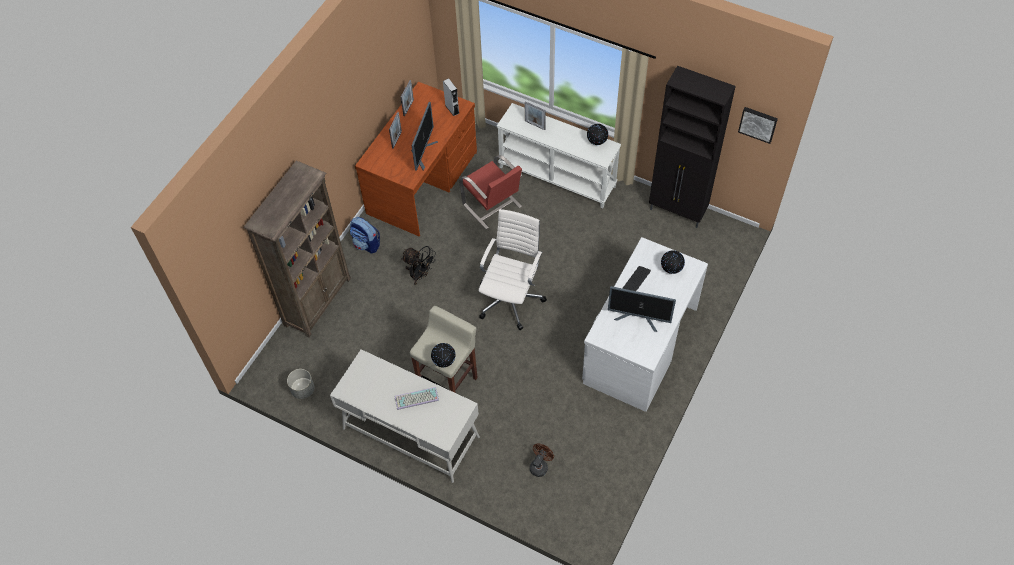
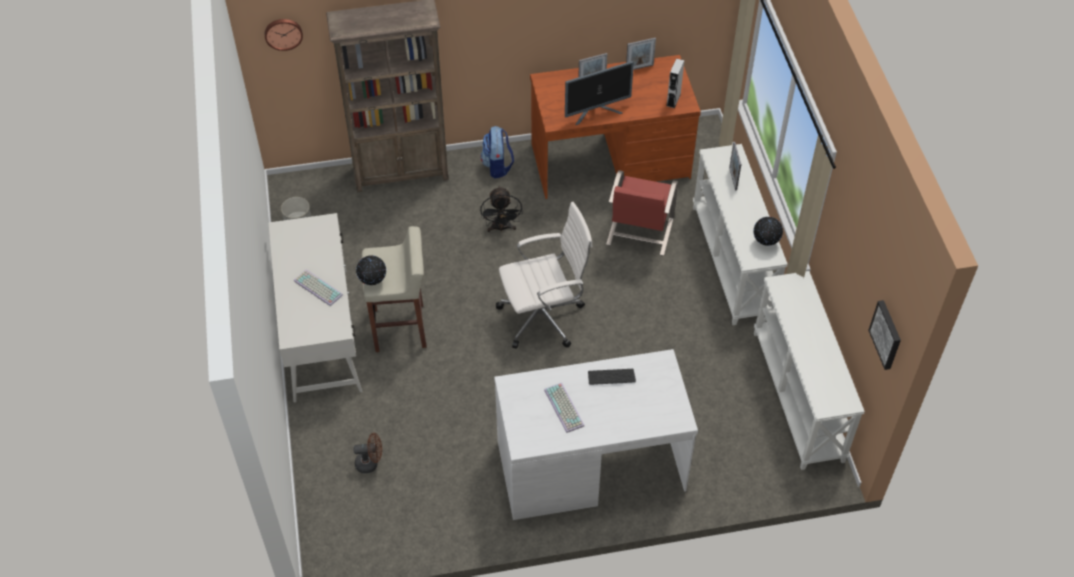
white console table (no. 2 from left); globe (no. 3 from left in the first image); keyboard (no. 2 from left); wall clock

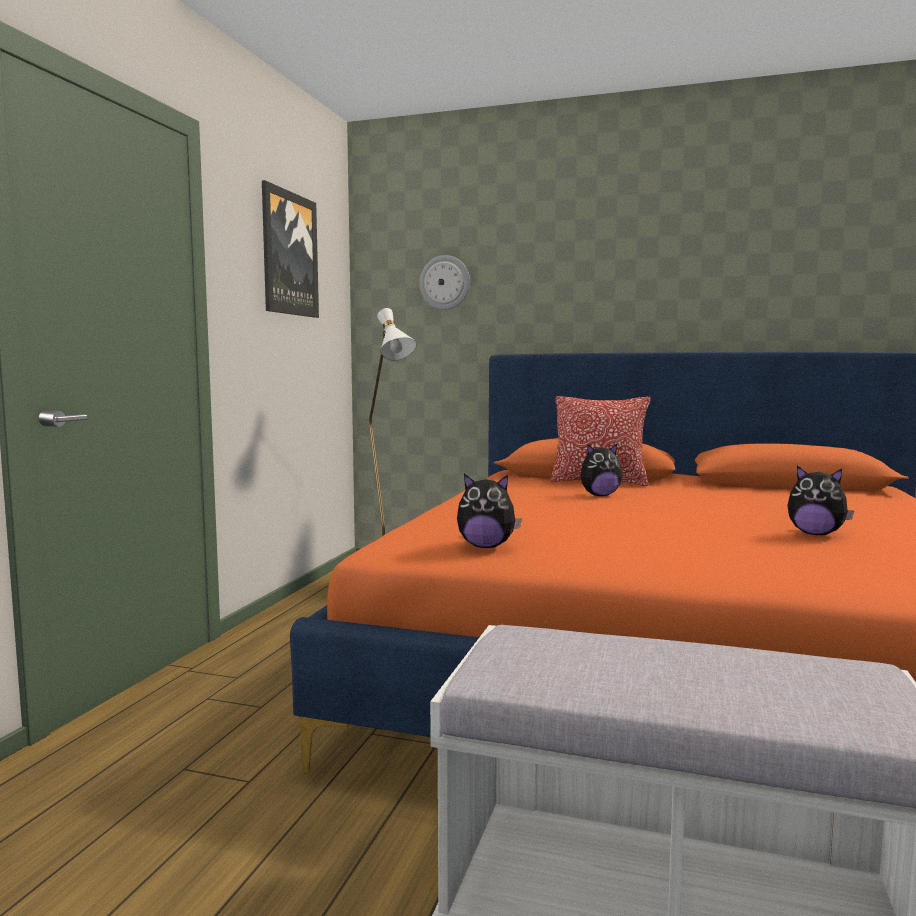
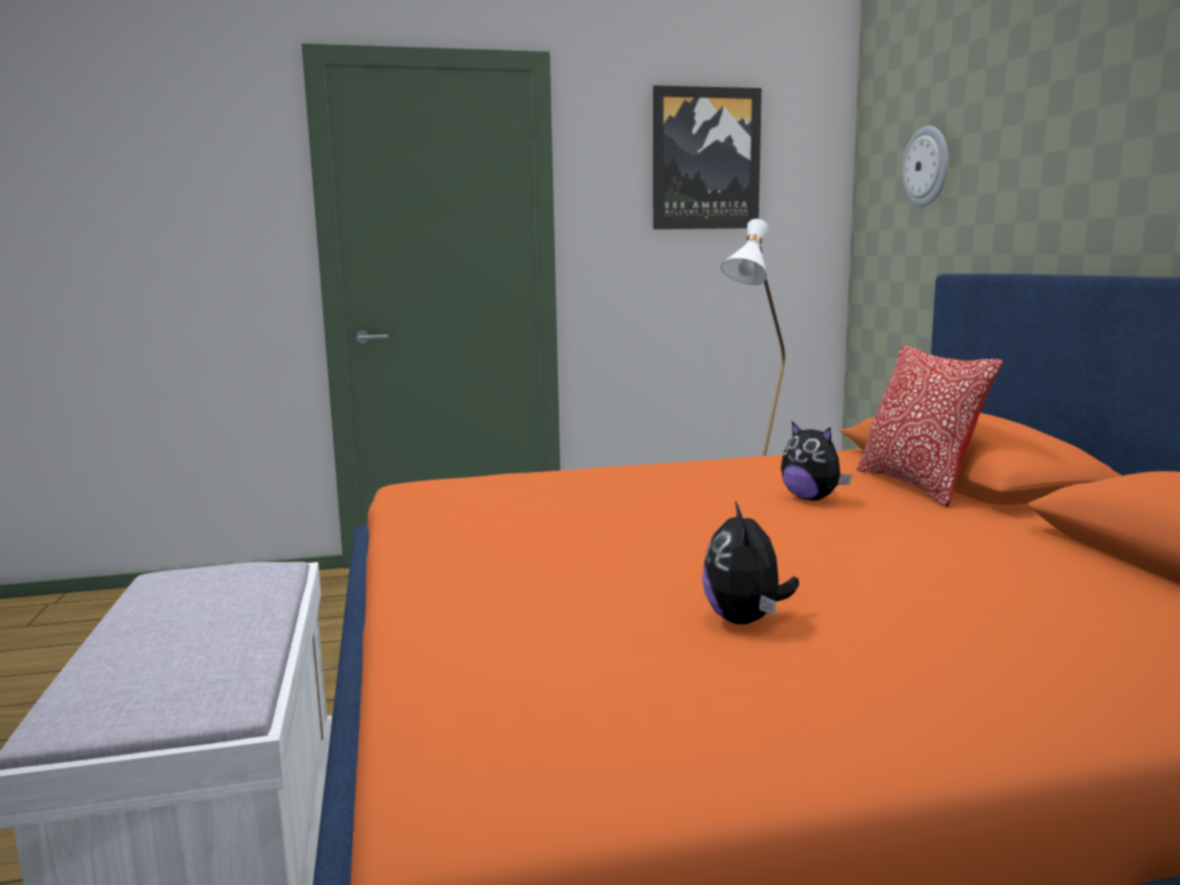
plush toy (no. 1 from left in the first image)

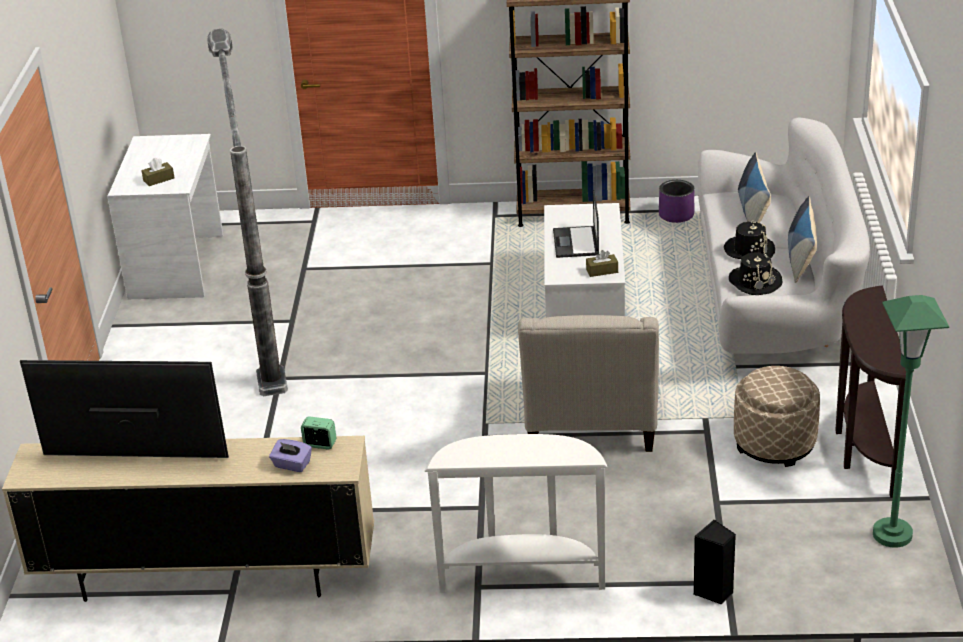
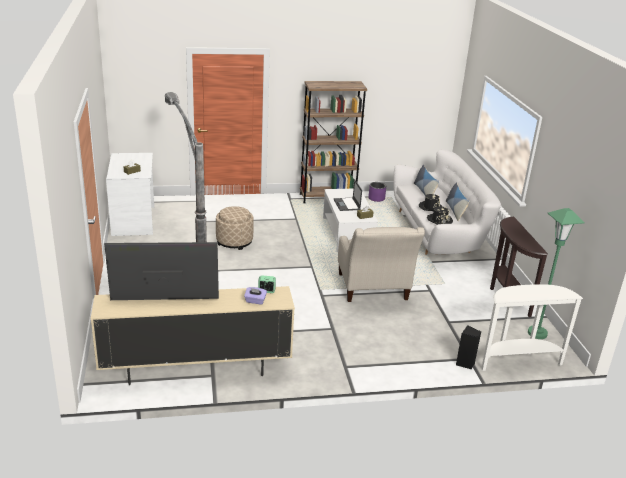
beige ottoman; white console table

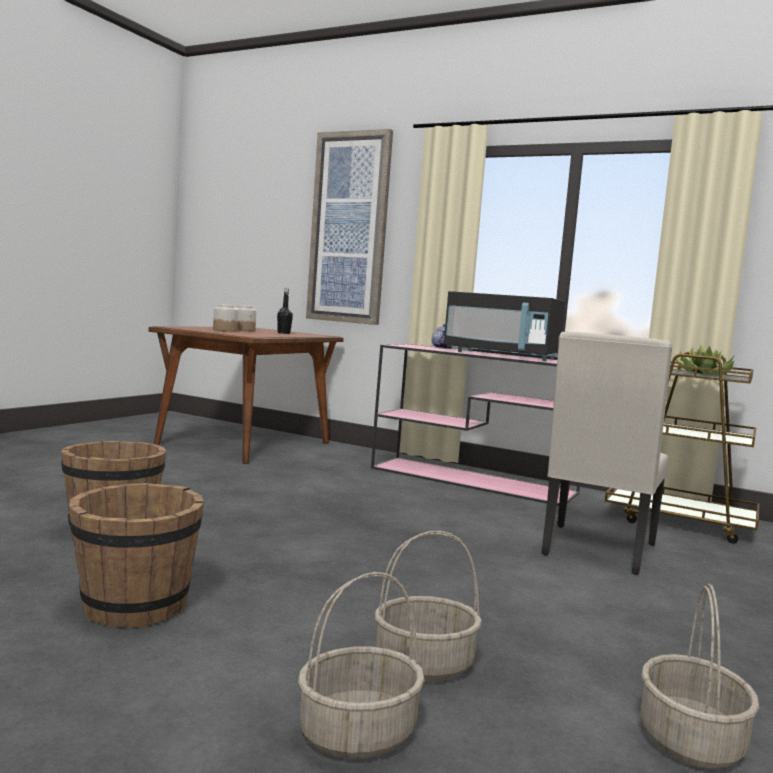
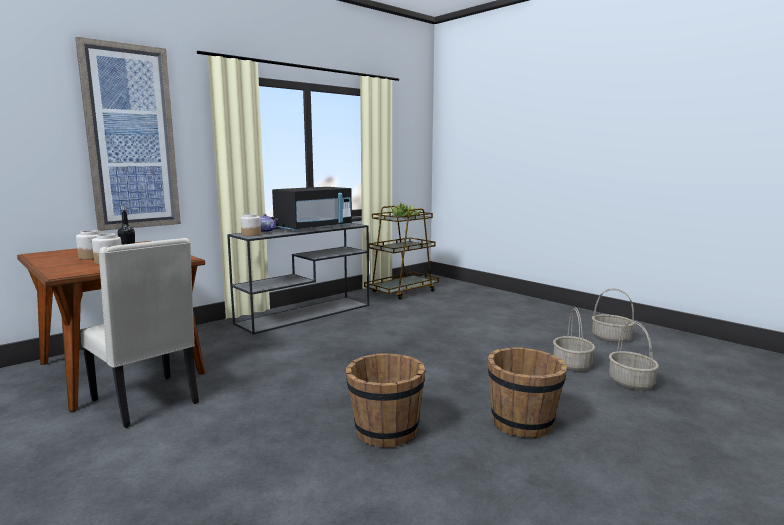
beige chair; grey console table; jar (no. 3 from left)

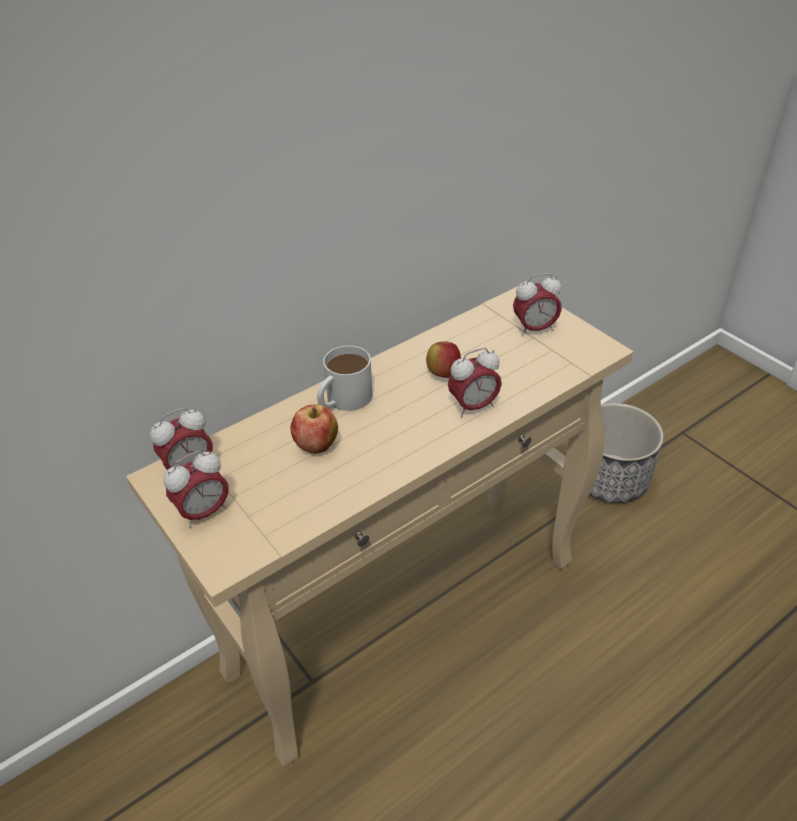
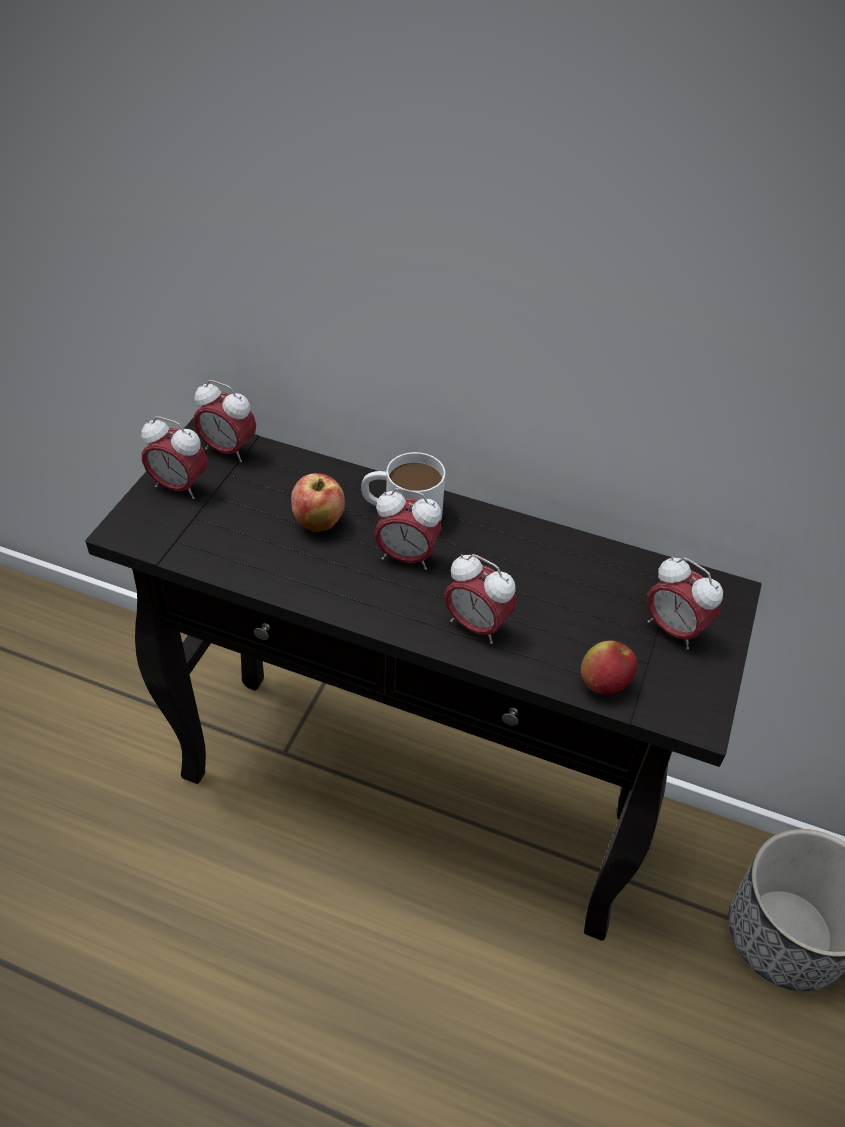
black console table; apple (no. 2 from left); alarm clock (no. 3 from left)

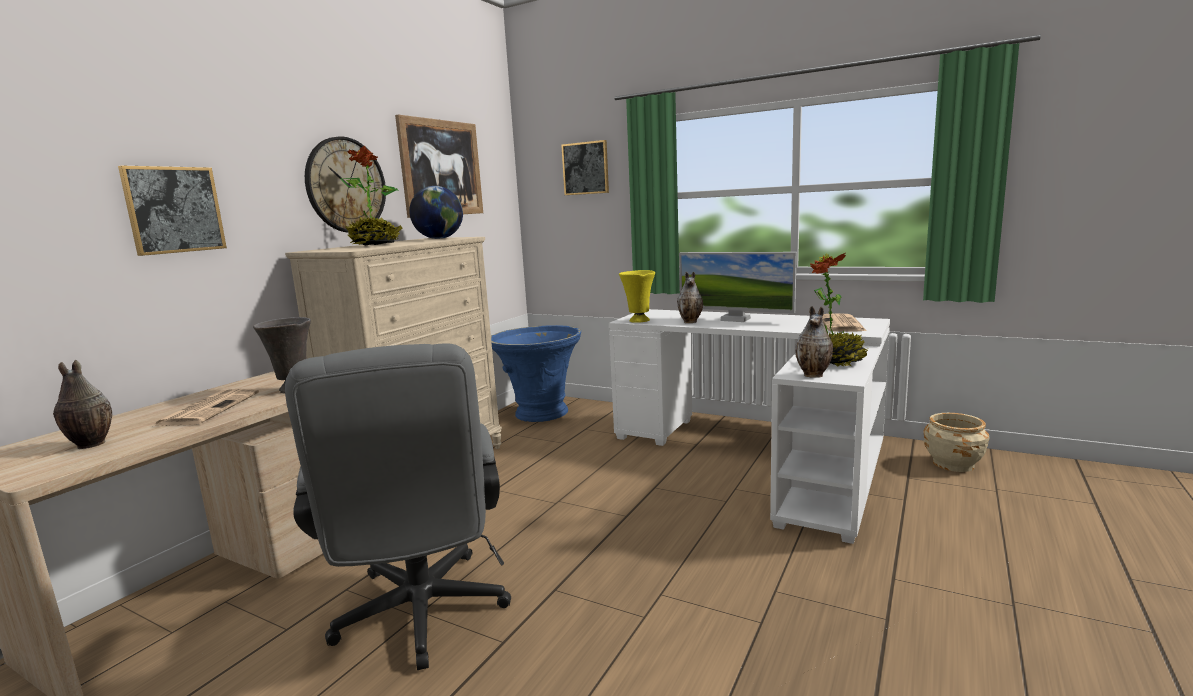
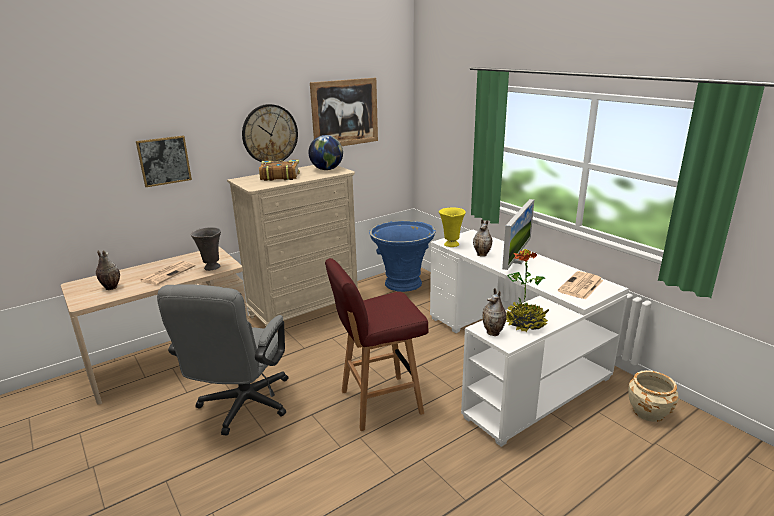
picture (no. 3 from left in the first image); book; monitor; red stool

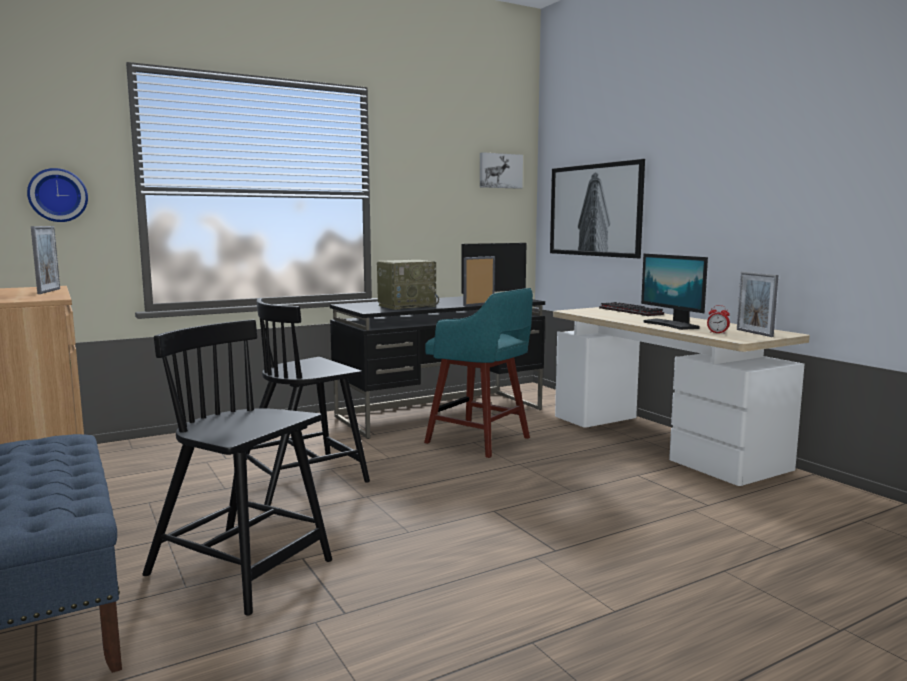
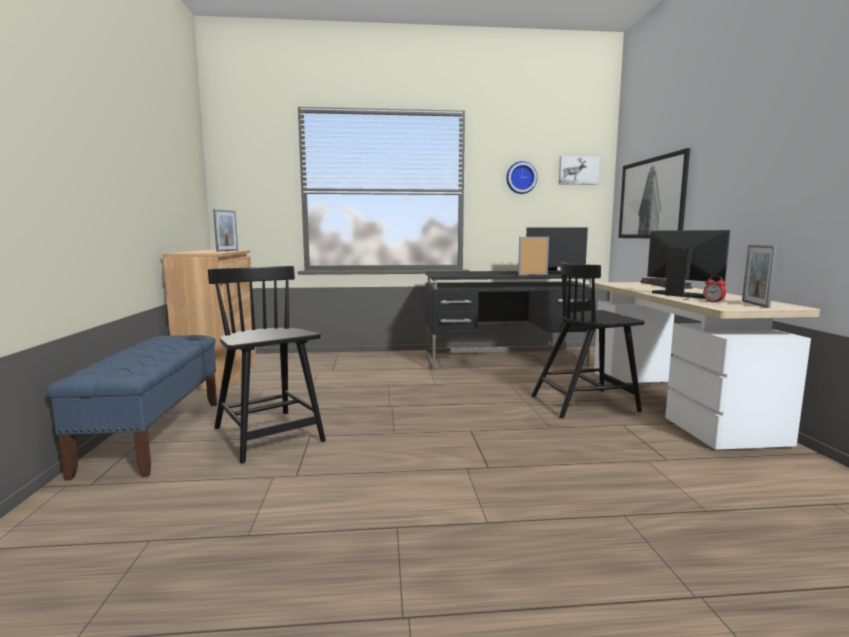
wall clock; monitor (no. 2 from left); radio; turquoise stool; black chair (no. 2 from left)

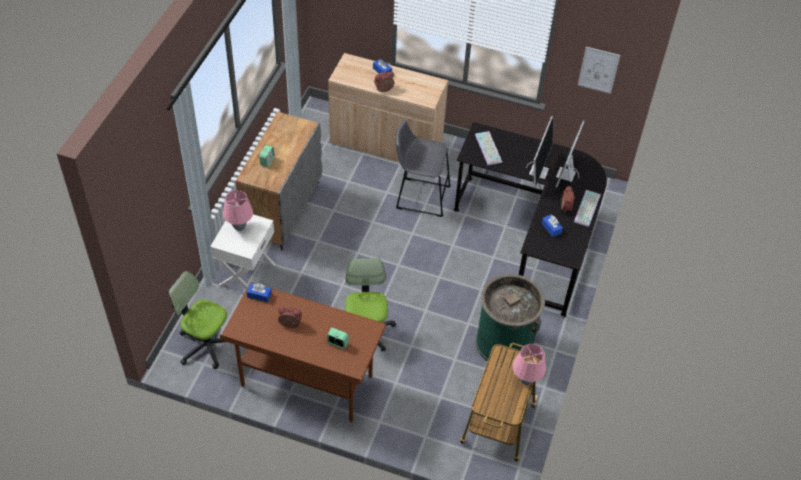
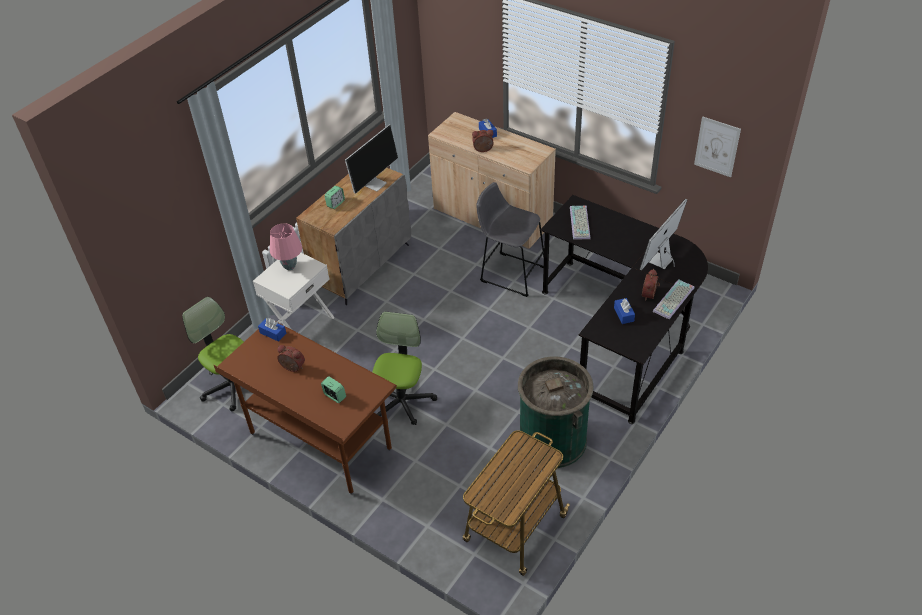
monitor (no. 1 from left); pink table lamp (no. 2 from left in the first image)

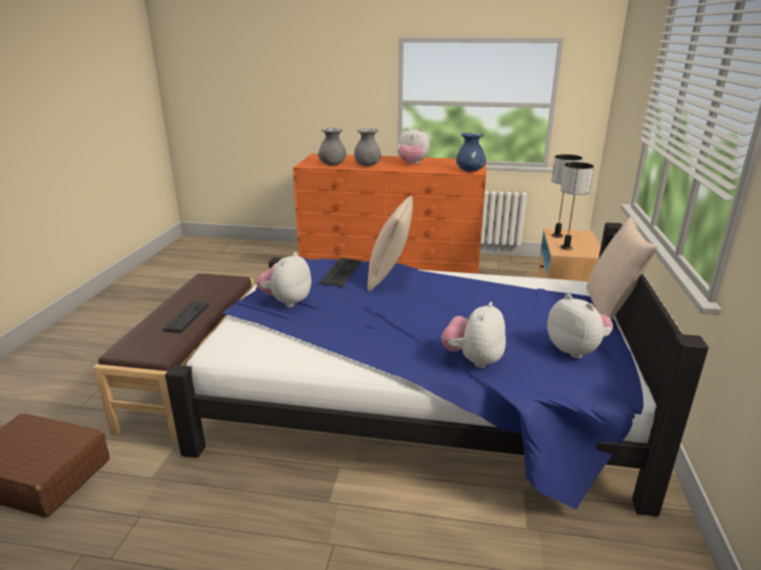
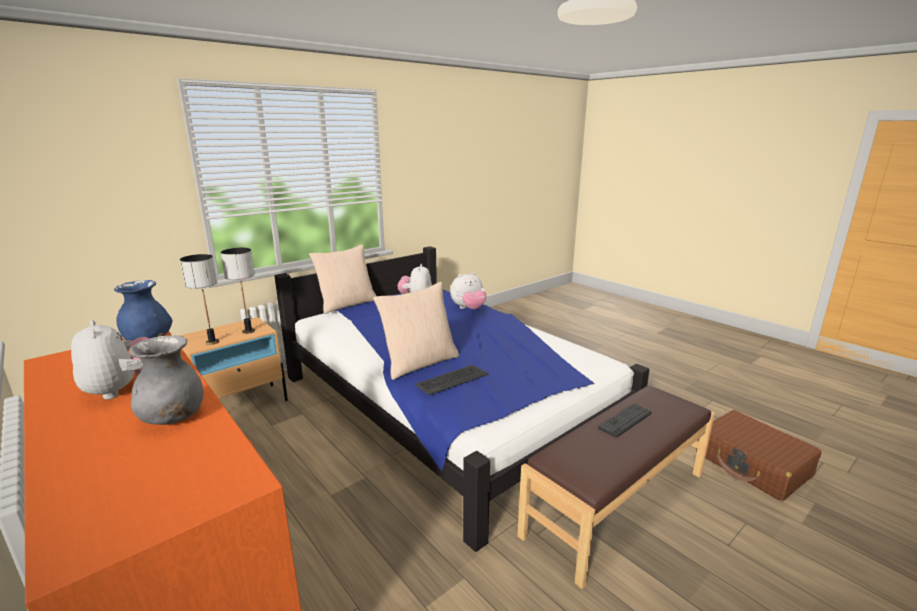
grey vase (no. 1 from left in the first image); plush toy (no. 1 from left in the first image)

